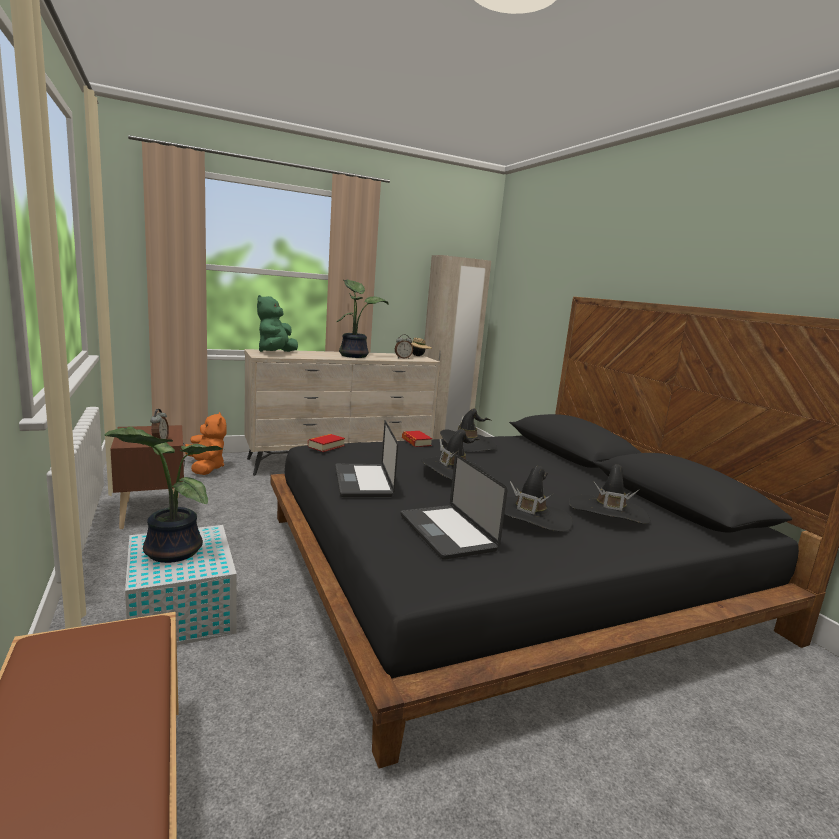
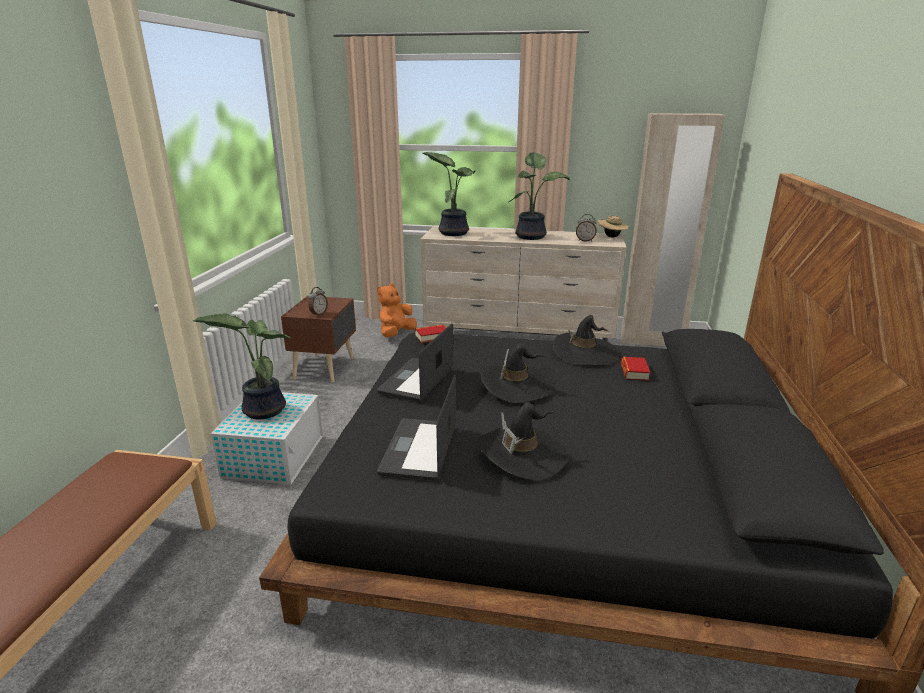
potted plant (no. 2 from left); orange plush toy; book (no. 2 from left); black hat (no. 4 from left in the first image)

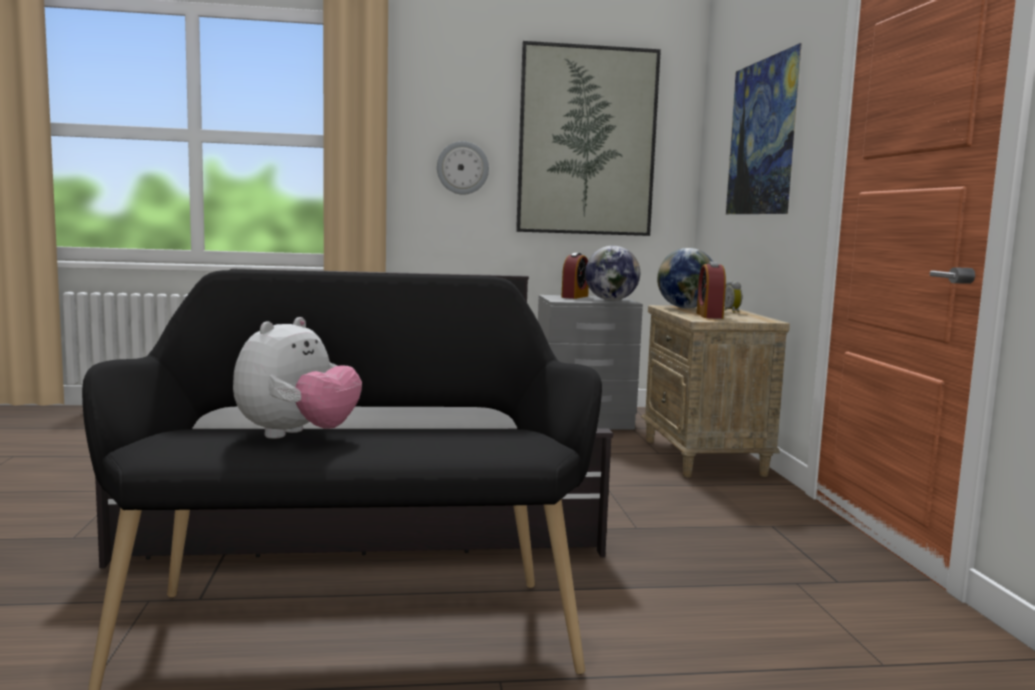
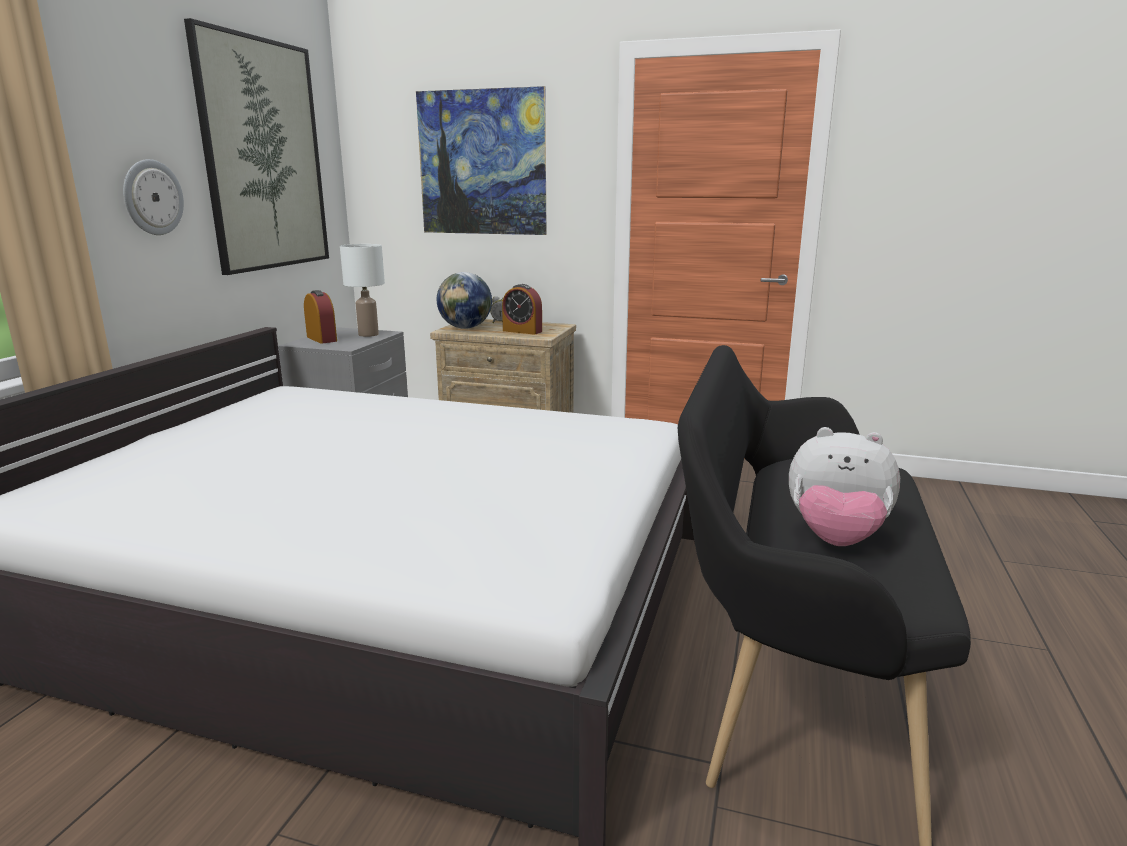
white table lamp; plush toy

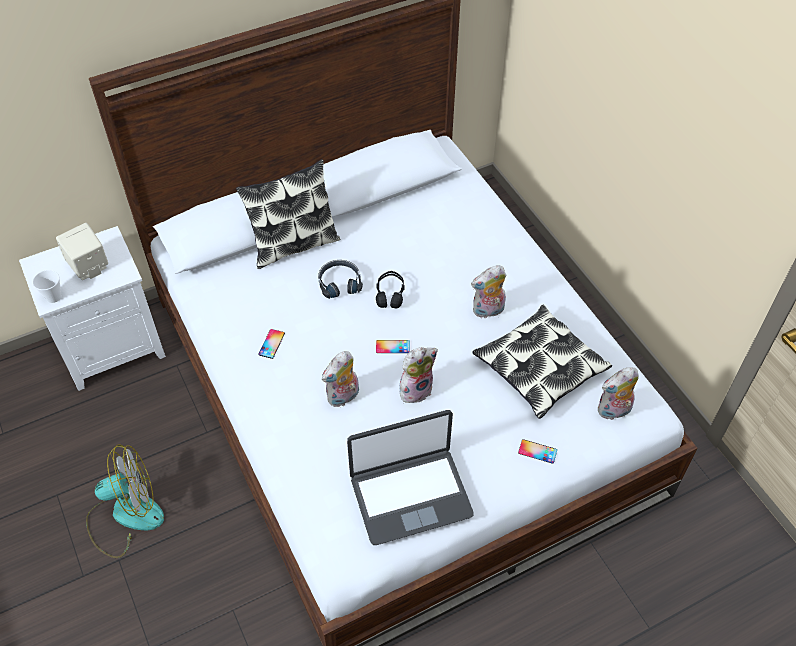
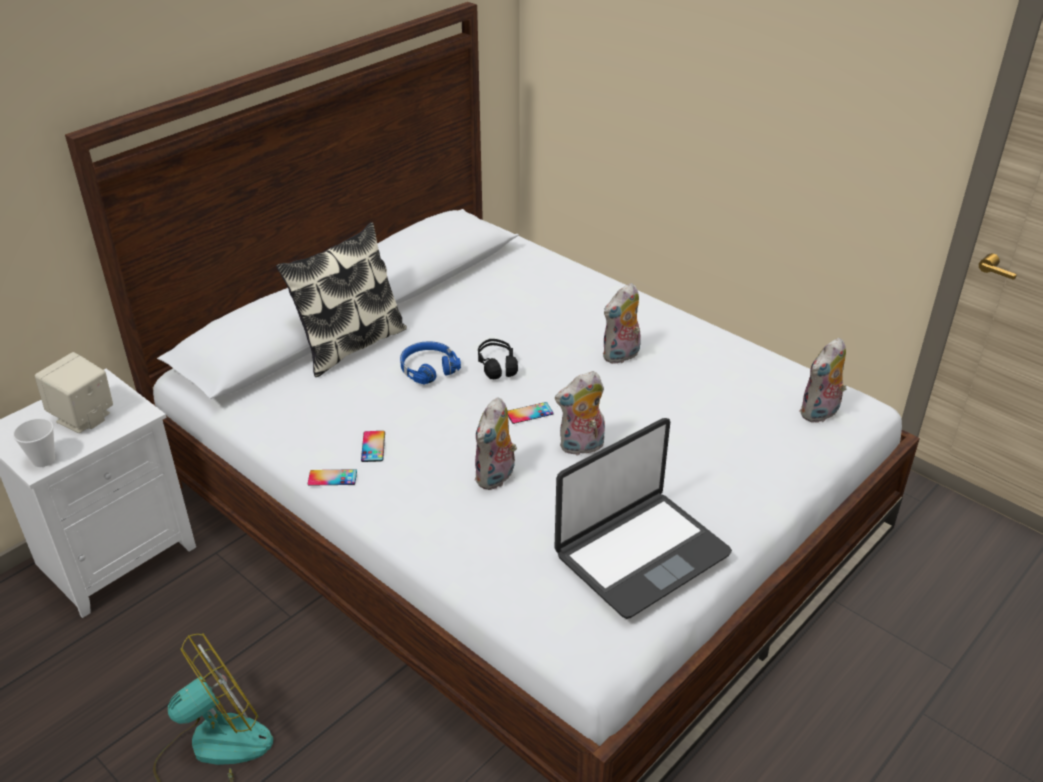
blue headphones; pillow (no. 2 from left in the first image); plush toy (no. 2 from left); phone (no. 1 from left)

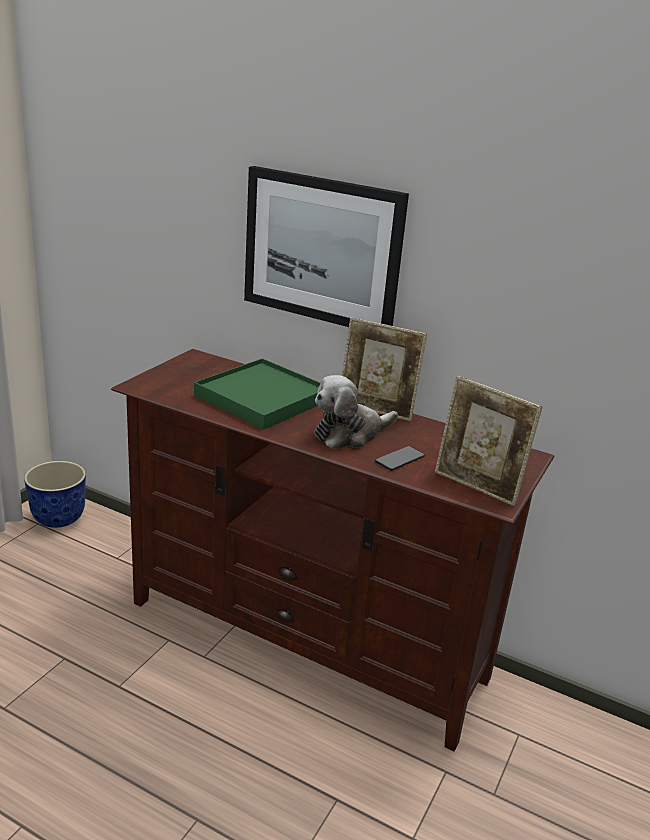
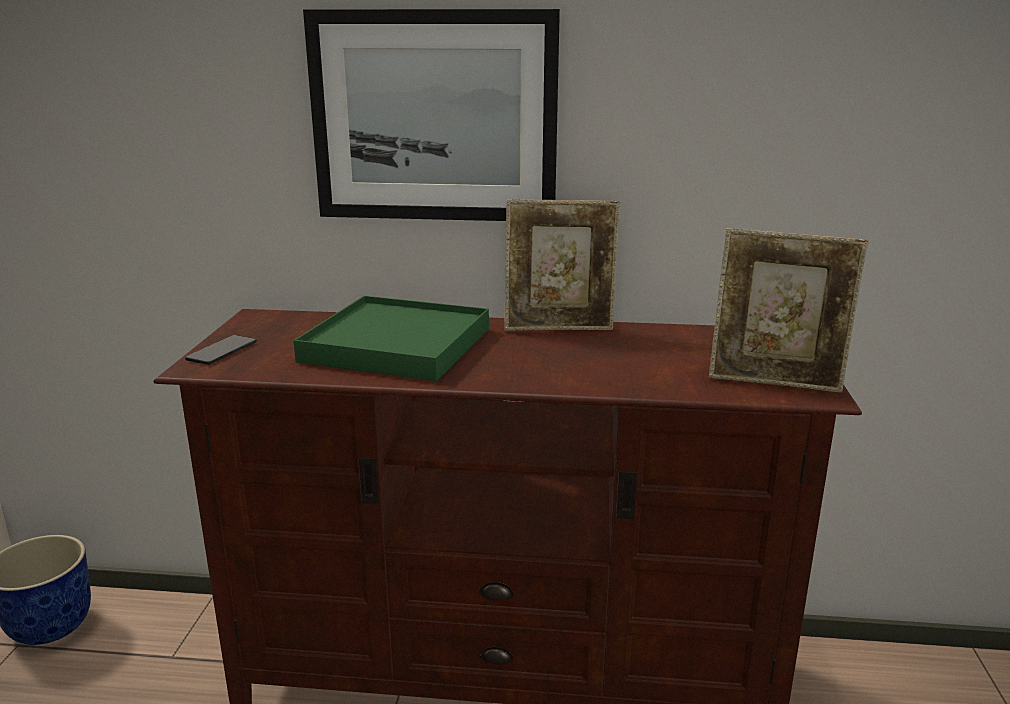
plush toy; phone

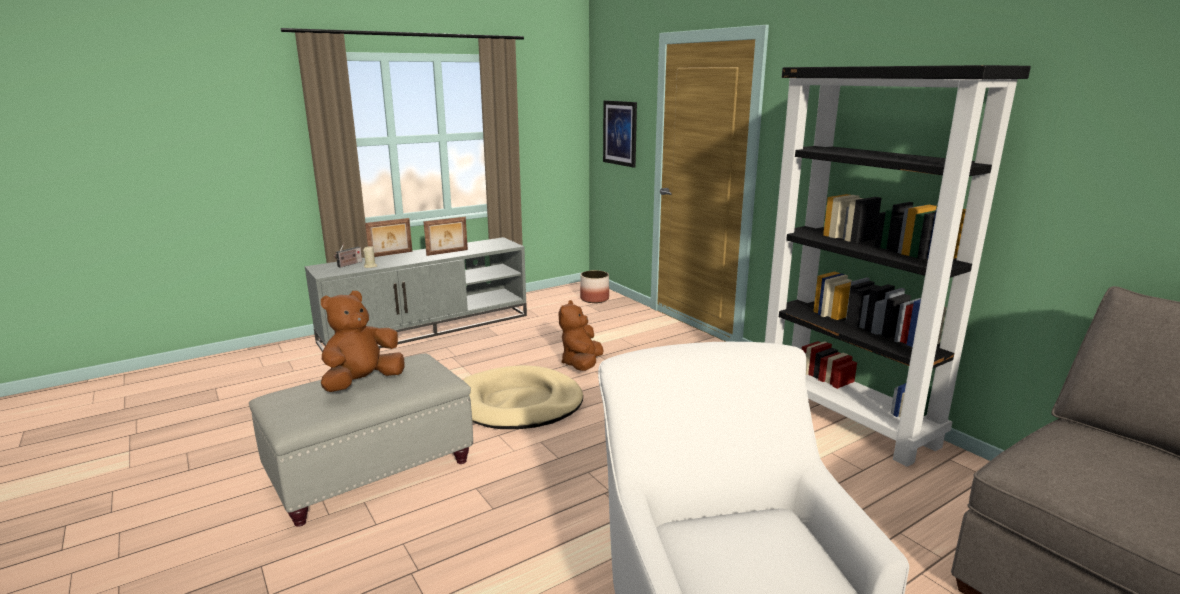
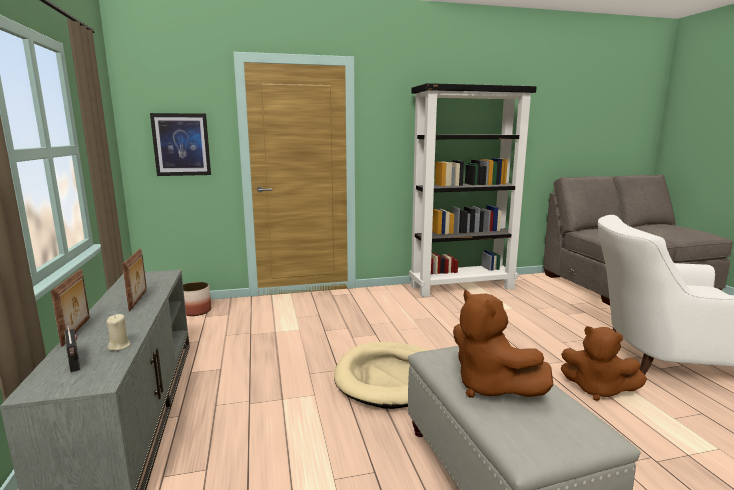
brown plush toy (no. 2 from left)

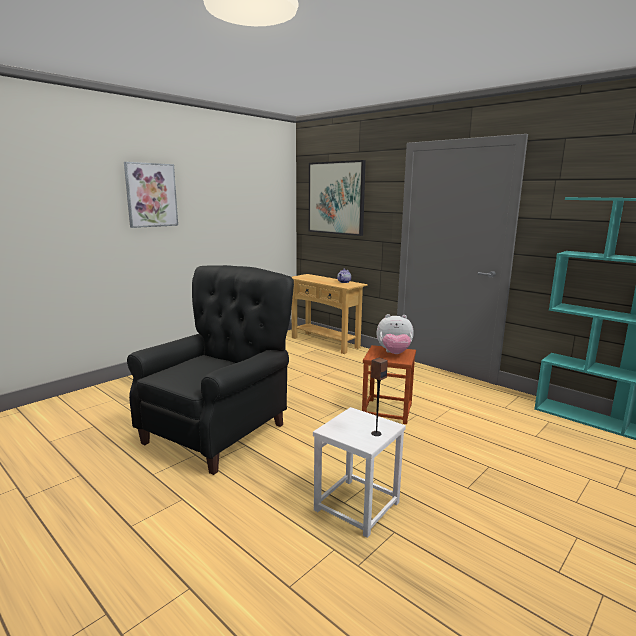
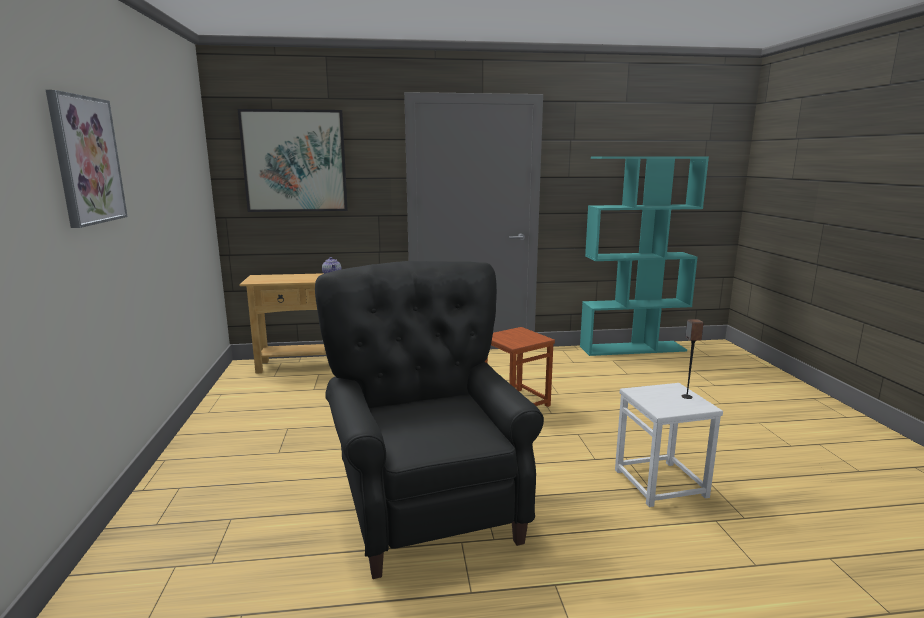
plush toy

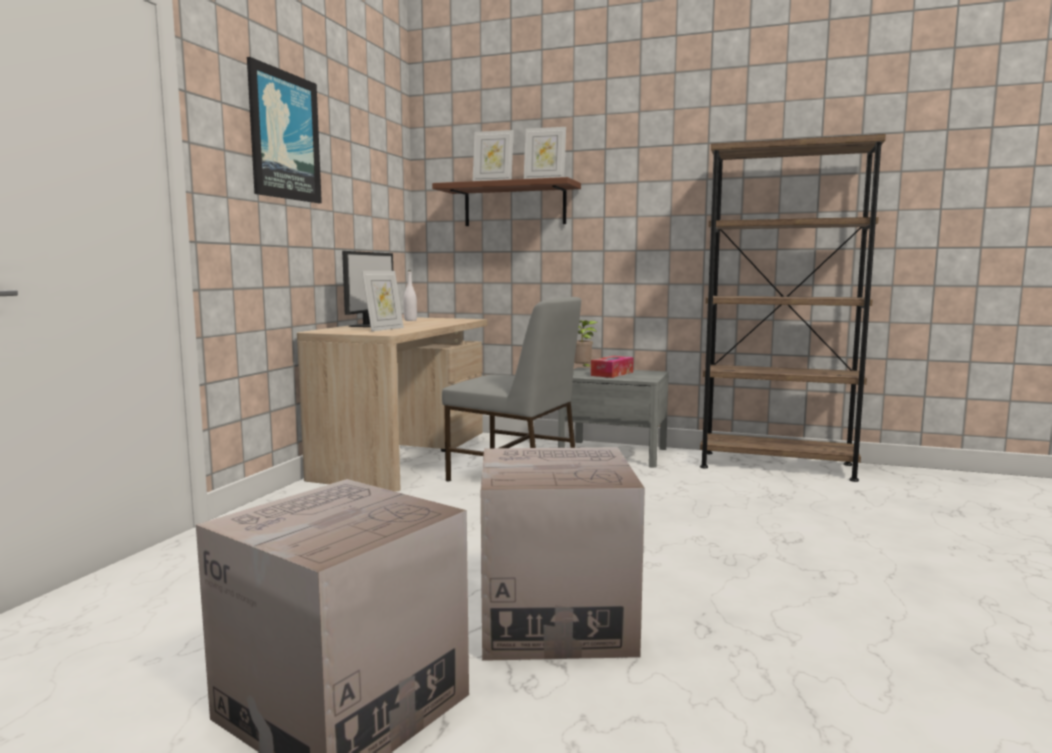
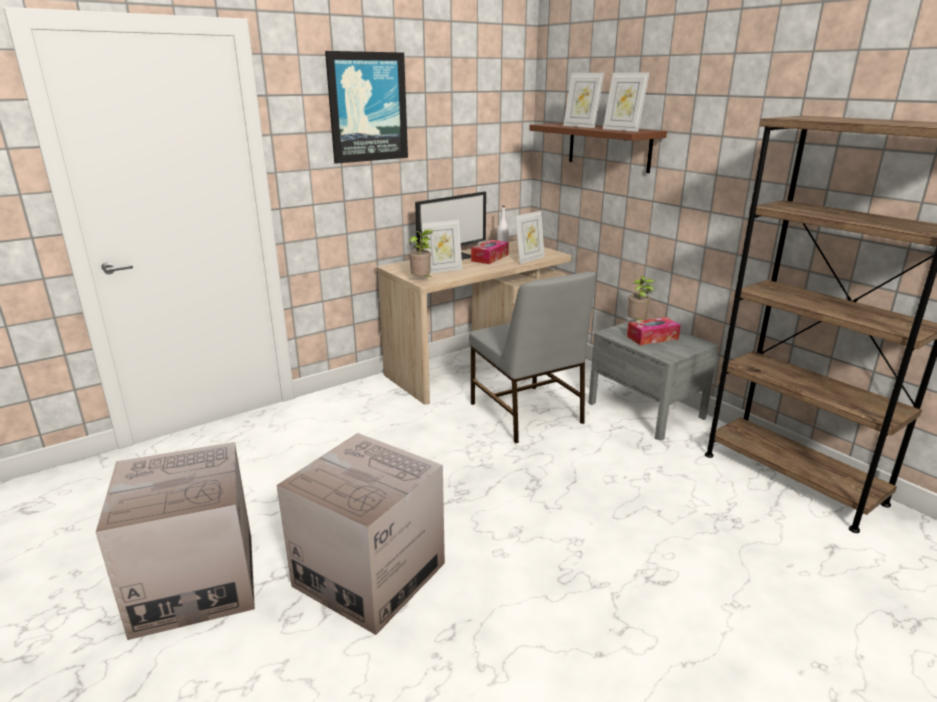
picture frame (no. 2 from left); potted plant (no. 1 from left); tissue box (no. 1 from left)

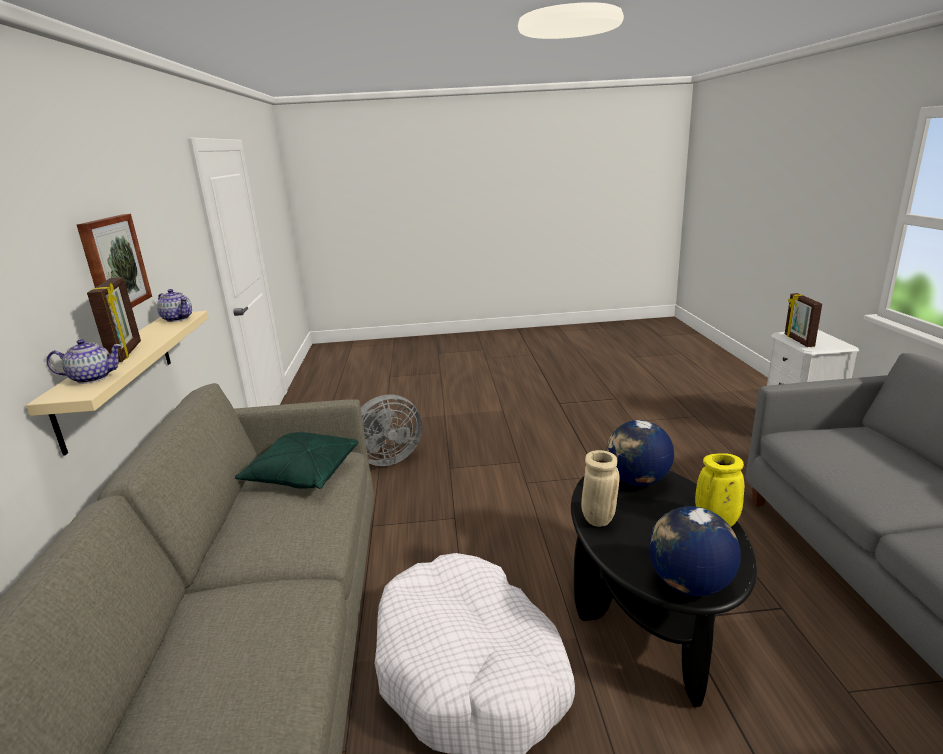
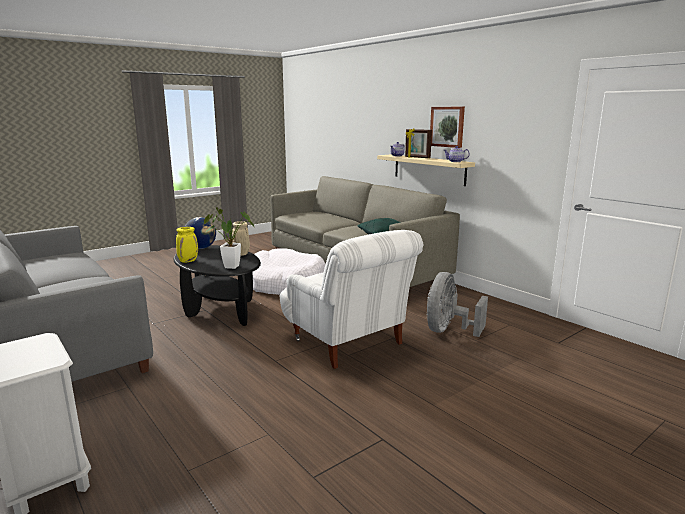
picture frame (no. 2 from left in the first image); potted plant; white armchair

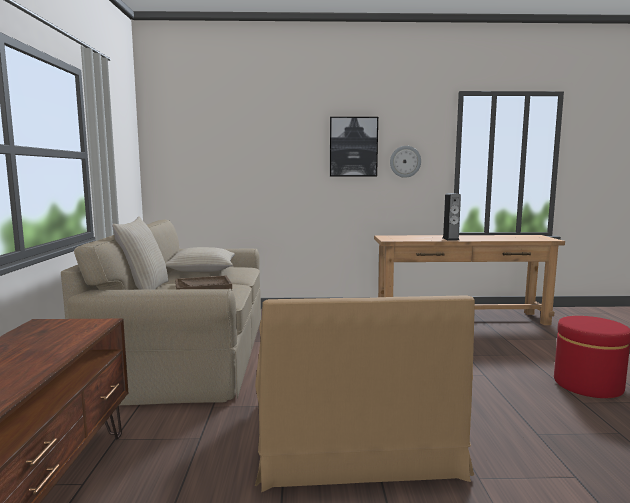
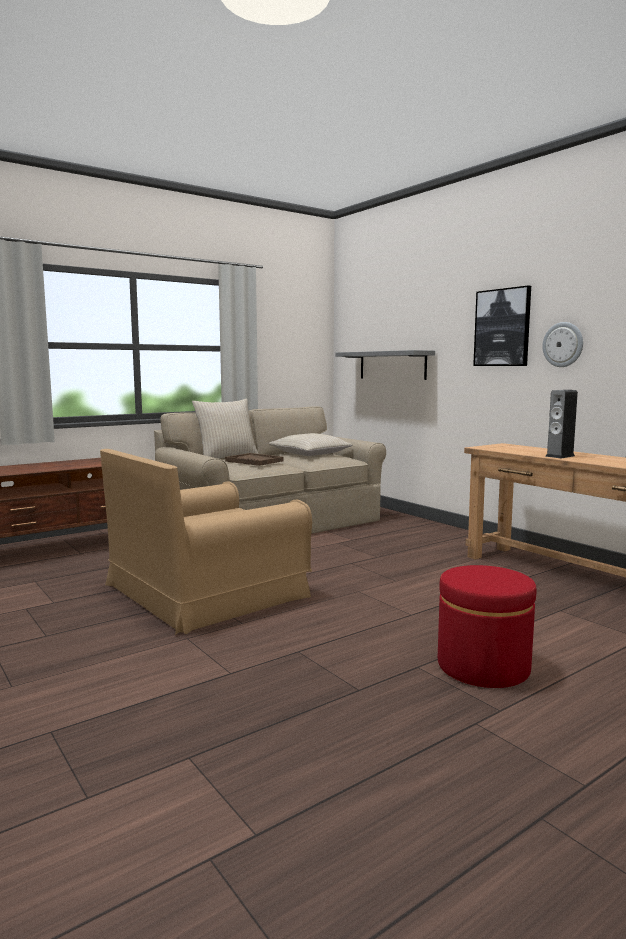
grey shelf

